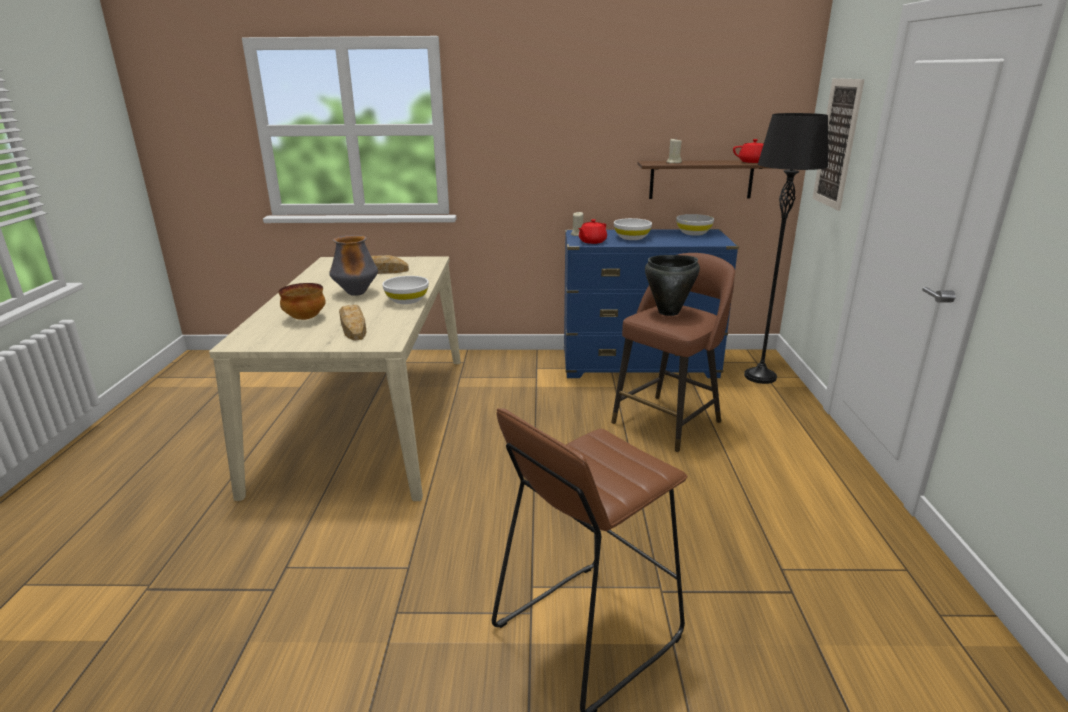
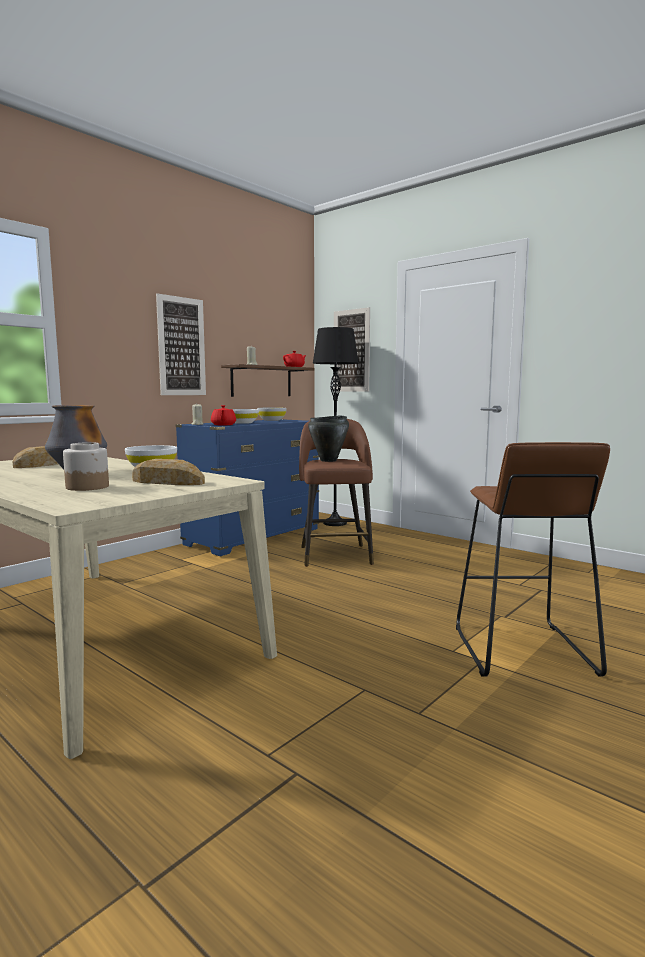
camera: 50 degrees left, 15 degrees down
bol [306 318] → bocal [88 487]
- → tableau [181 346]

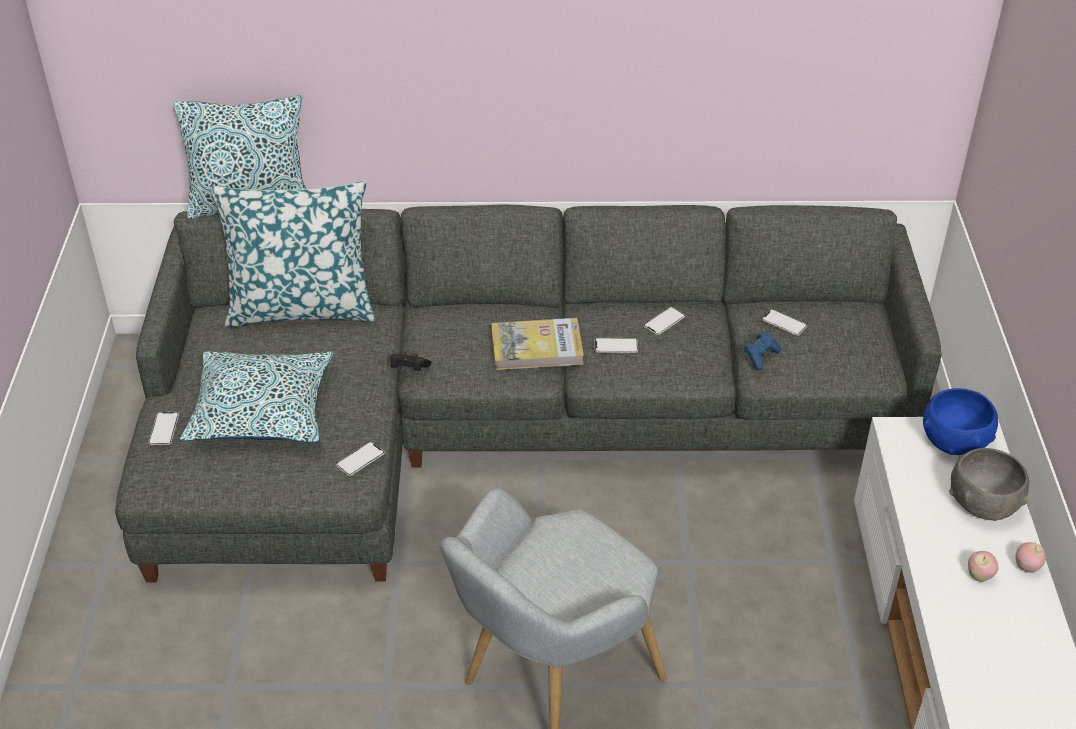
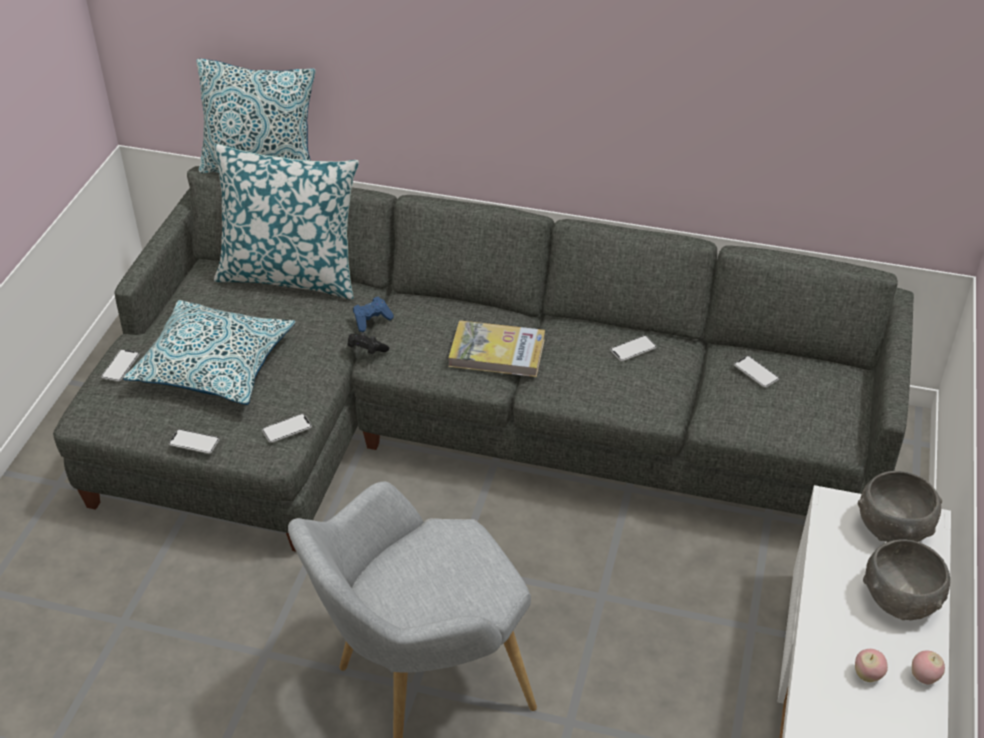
camera: 15 degrees right, 0 degrees up
téléphone [616 346] → téléphone [194 442], moved
manette [bleu] [760 356] → manette [bleu] [372 320], moved
bol [bleu] [954 442] → bol [gris] [893 528]

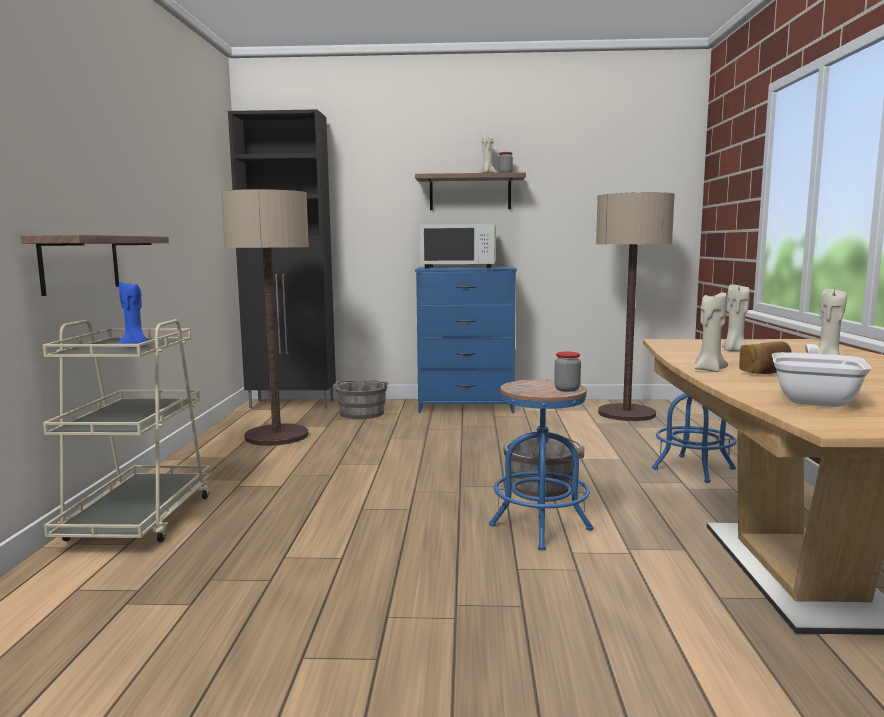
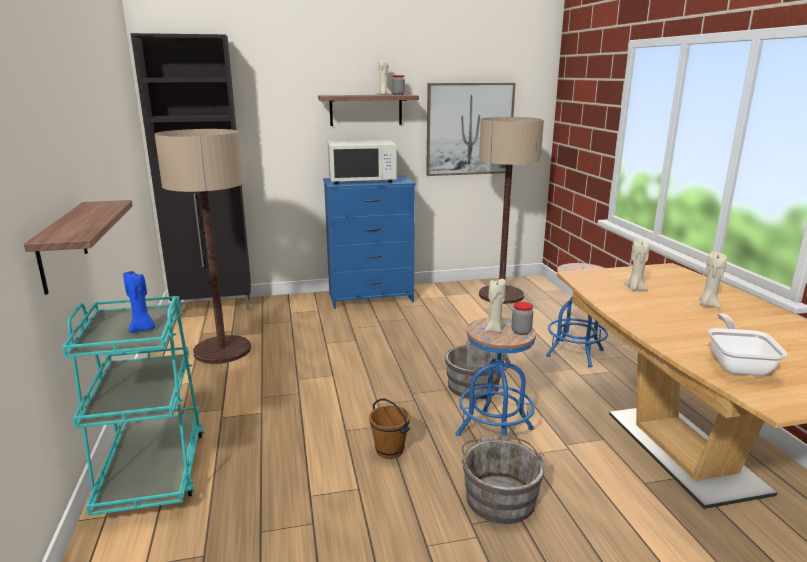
camera: 15 degrees left, 10 degrees up
chariot [beige] [139 519] → chariot [turquoise] [153 472]
seau [gris] [362 413] → seau [gris] [499 496], moved
bougie [beige] [709 370] → bougie [beige] [494 329], moved
pain [766 372] → -
- → seau [marron] [390 450]
- → tableau [469 129]

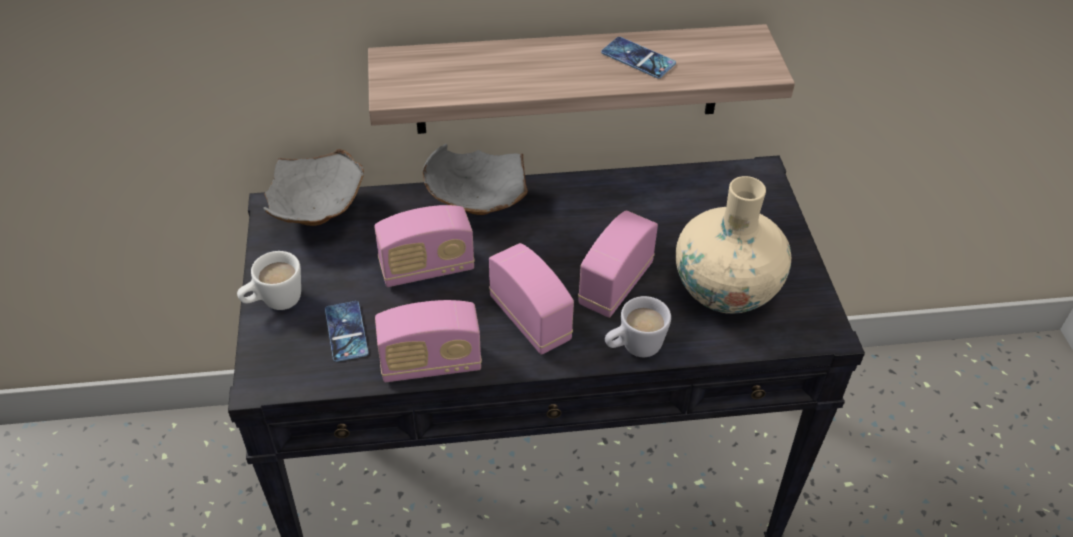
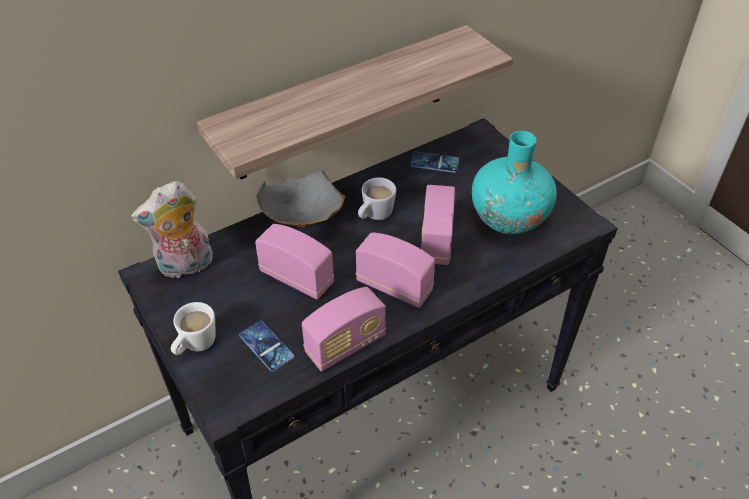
camera: 25 degrees left, 0 degrees up
bol [gris] [318 213] → peluche [185 266]
radio [427 269] → radio [297 278], 105 degrees counterclockwise
téléphone [638 58] → téléphone [434 162], moved
mug [blanc] [633 348] → mug [blanc] [374 216], moved
vase [beige] [725 290] → vase [turquoise] [509 218]

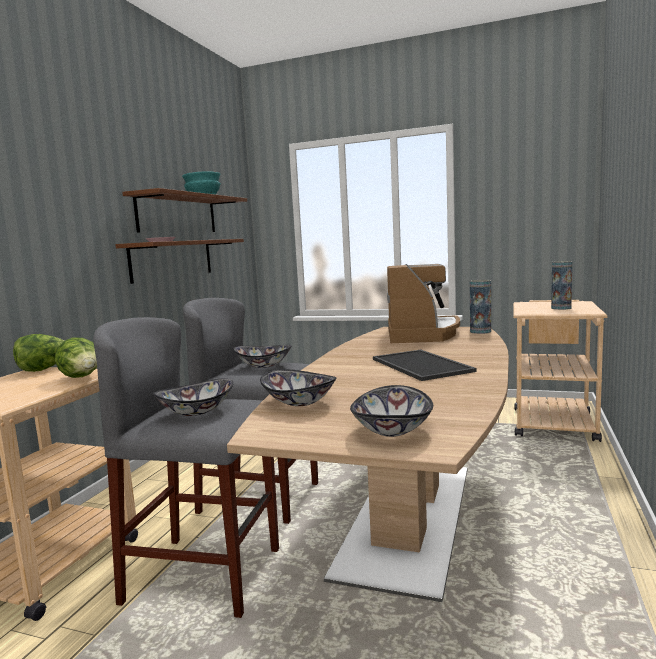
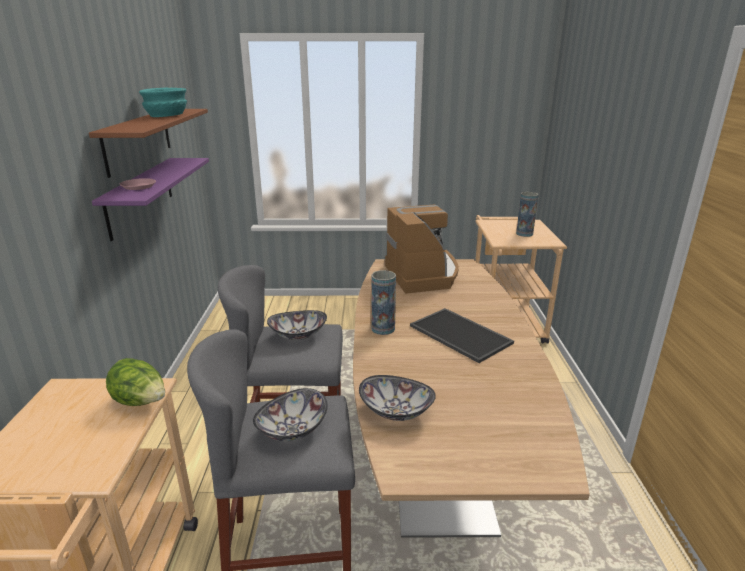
camera: 20 degrees left, 15 degrees up
laitue [45 369] → -
étagère [marron] [173 259] → étagère [violet] [140 196]
bol [391 430] → -
vase [480 331] → vase [383 329], moved

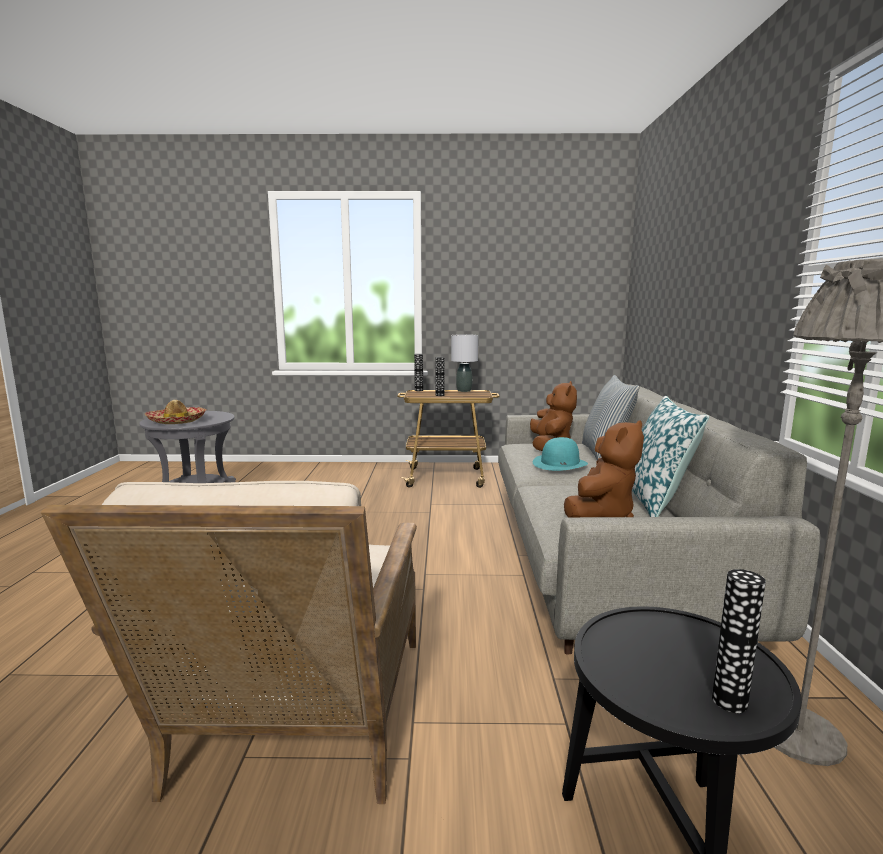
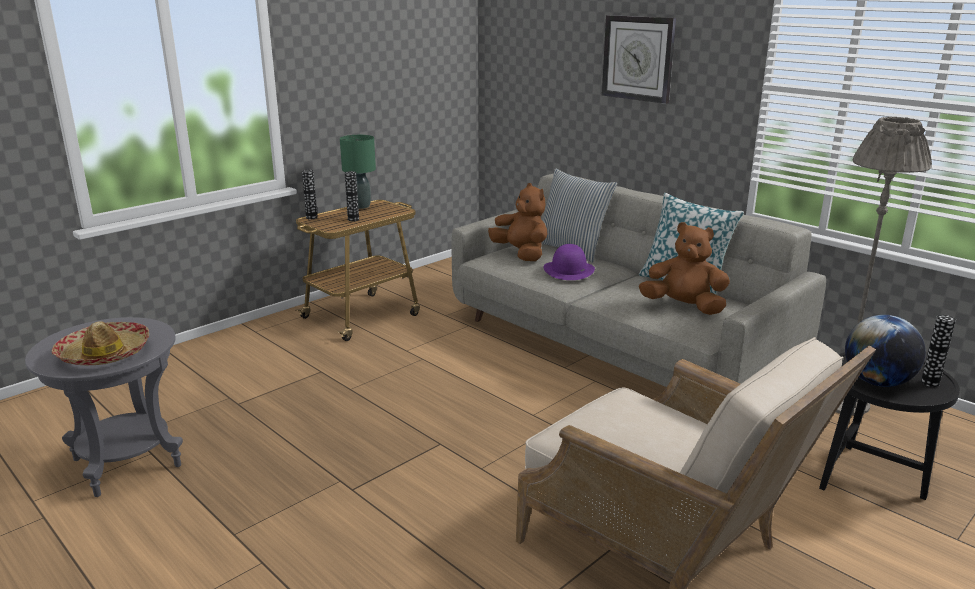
camera: 45 degrees left, 10 degrees up
lampe de table [gris] [464 391] → lampe de table [vert] [361 206]
chapeau [turquoise] [560 463] → chapeau [violet] [569 270]
peluche [marron] [601 514] → peluche [marron] [684 307], 60 degrees counterclockwise
- → horloge murale [638 58]
- → globe [877 382]

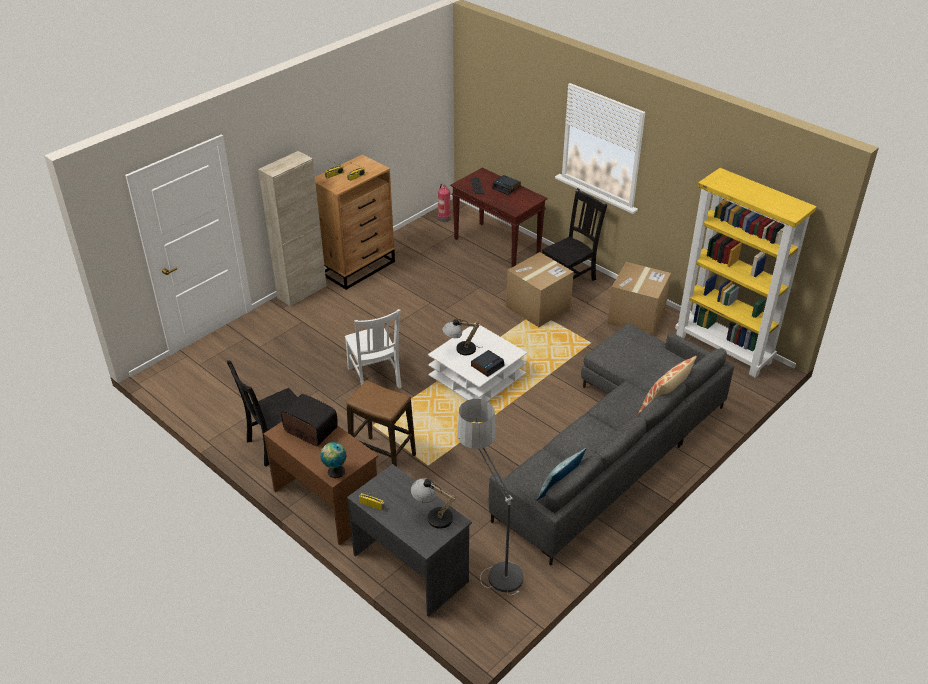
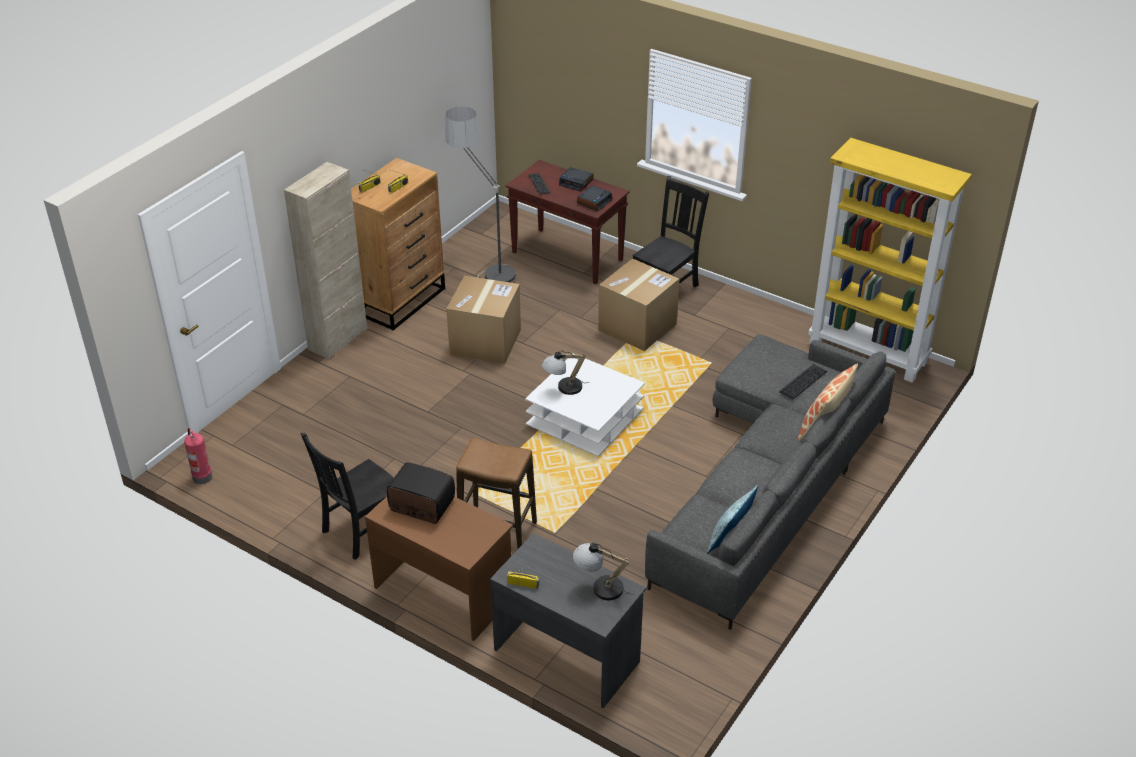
camera: 10 degrees left, 0 degrees up
globe [335 471] → -
chaise [blanc] [374 379] → -
extincteur [443 218] → extincteur [201 476], moved
lampadaire [489 559] → lampadaire [483 266], moved
réveil [487 366] → réveil [594 201], moved
carton [636 317] → carton [485 342], moved
- → clavier [803 381]

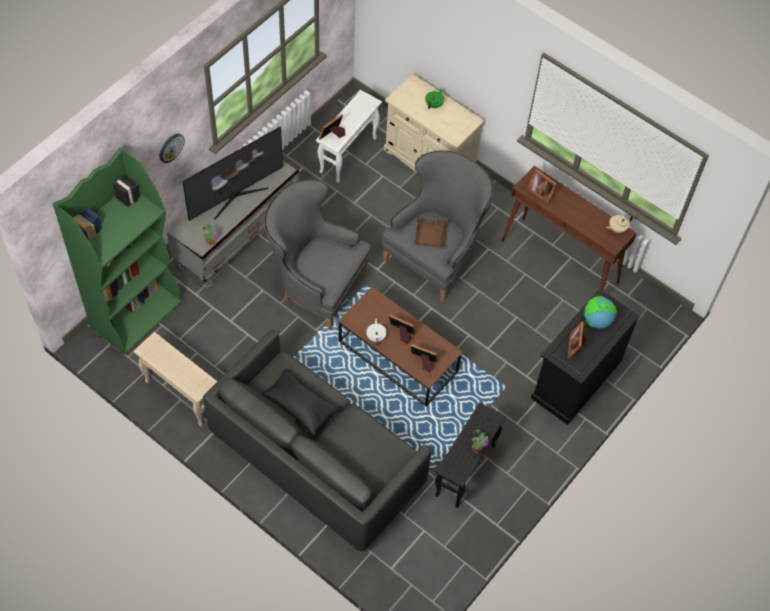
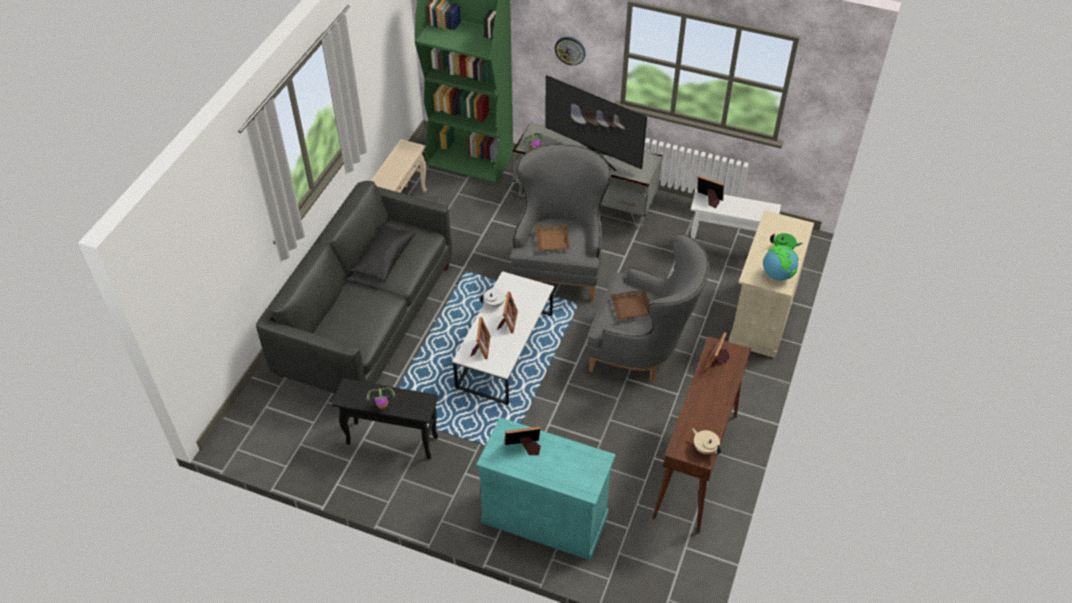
camera: 75 degrees right, 10 degrees down
table basse [marron] [398 356] → table basse [blanc] [505 351]
meuble de rangement [noir] [576 378] → meuble de rangement [turquoise] [545 518]
globe [597 320] → globe [777 275], moved
- → plateau [marron] [552 240]

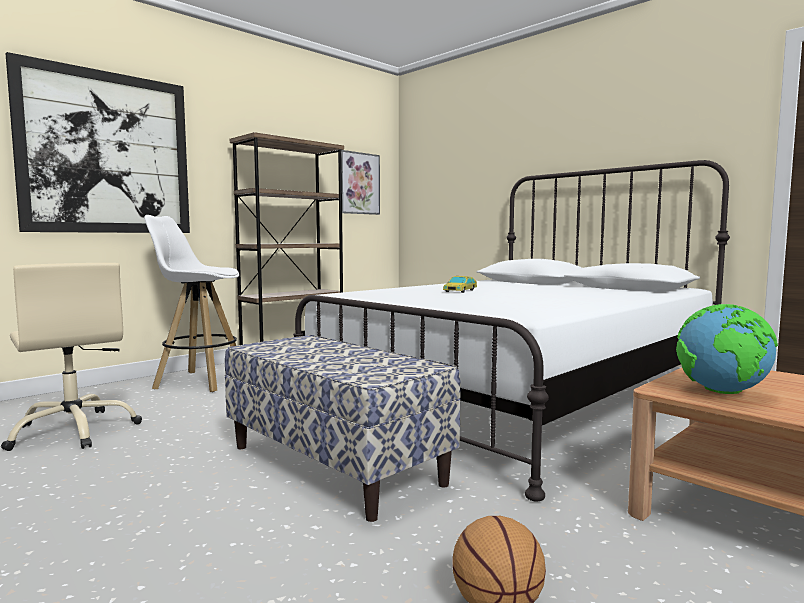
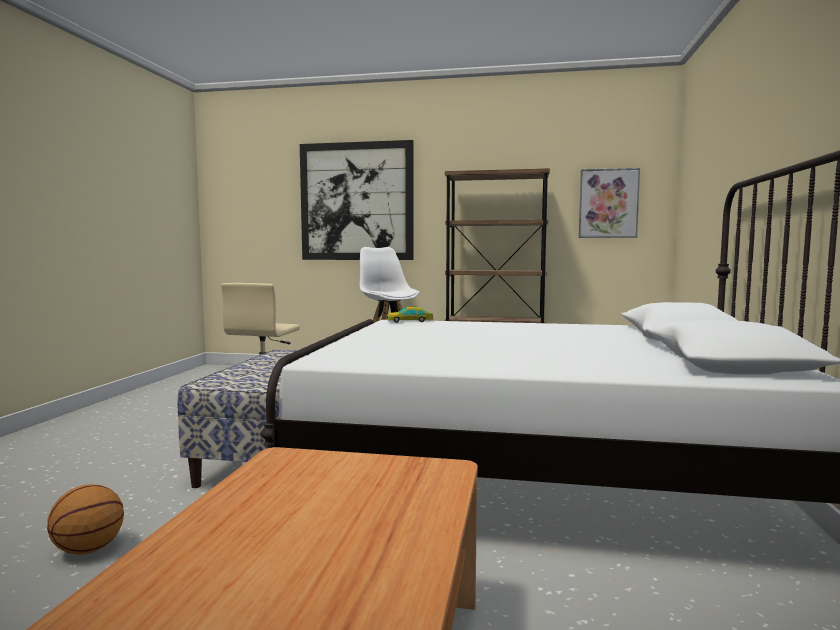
camera: 55 degrees right, 0 degrees up
petite voiture [460 291] → petite voiture [409 321], moved
globe [723 392] → -

